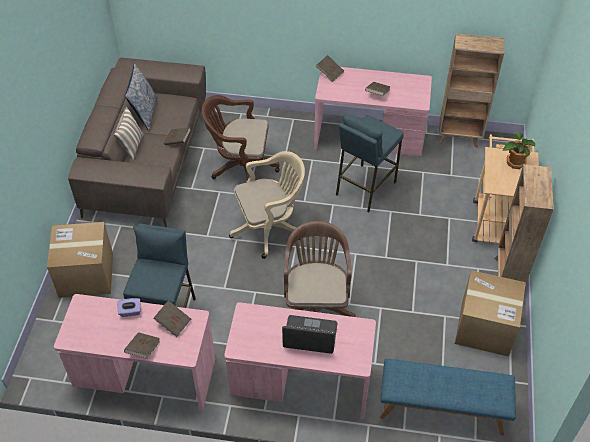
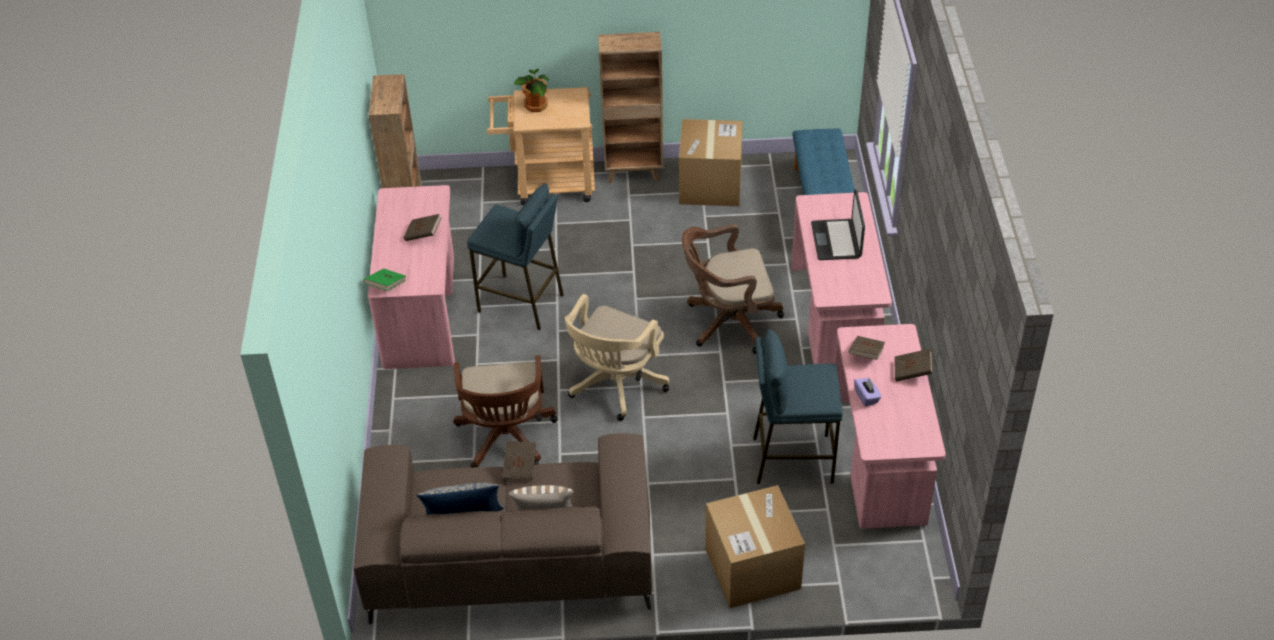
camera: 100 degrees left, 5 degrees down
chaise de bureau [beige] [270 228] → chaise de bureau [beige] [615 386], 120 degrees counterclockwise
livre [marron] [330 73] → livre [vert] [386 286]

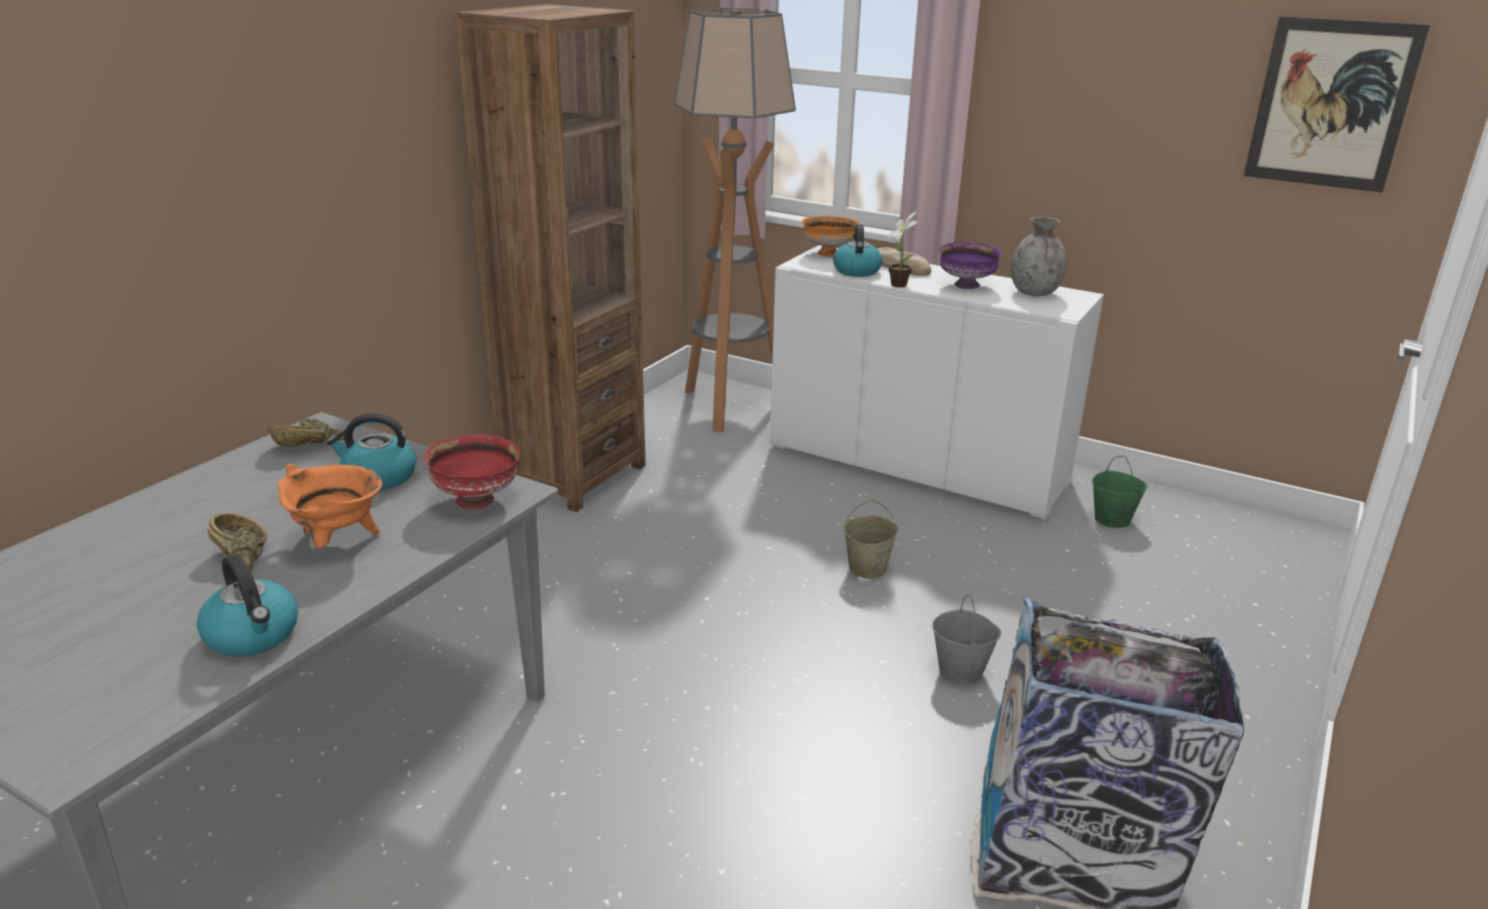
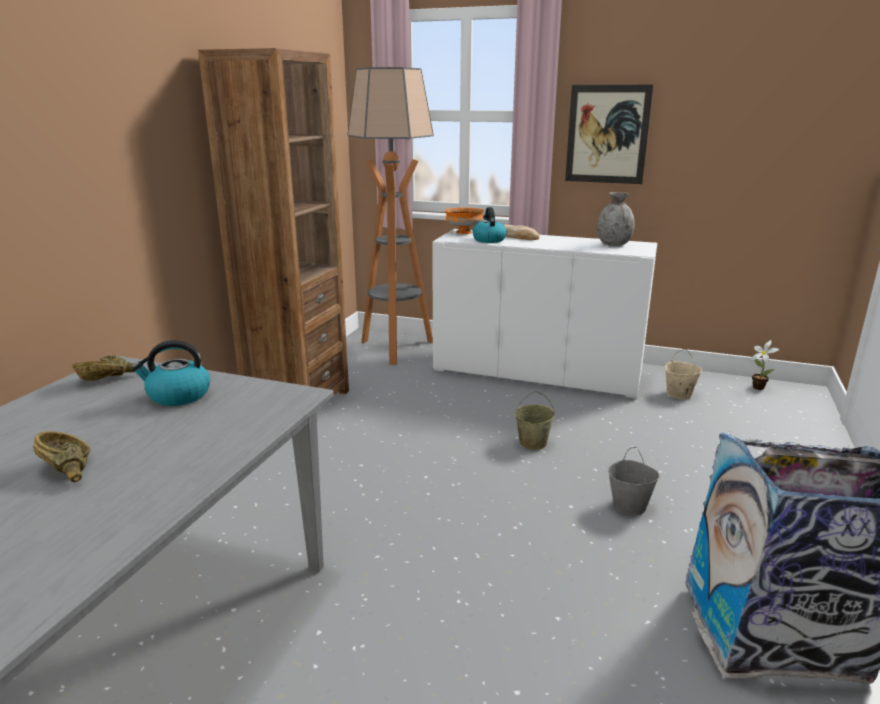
camera: 10 degrees left, 5 degrees down
bouilloire [253 635] → -
marmite [orange] [338 542] → -
bol [rouge] [477 500] → -
plante en pot [898 284] → plante en pot [757 387], moved
bol [violet] [967 285] → -
seau [vert] [1111 520] → seau [beige] [679 394]
tableau [1331 104] → tableau [607 134], moved

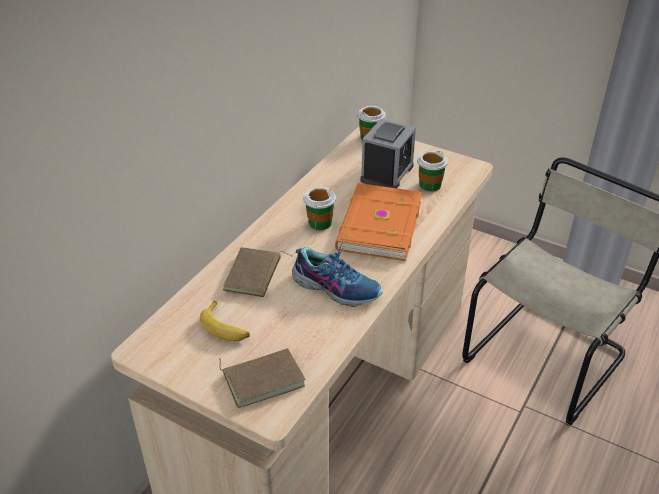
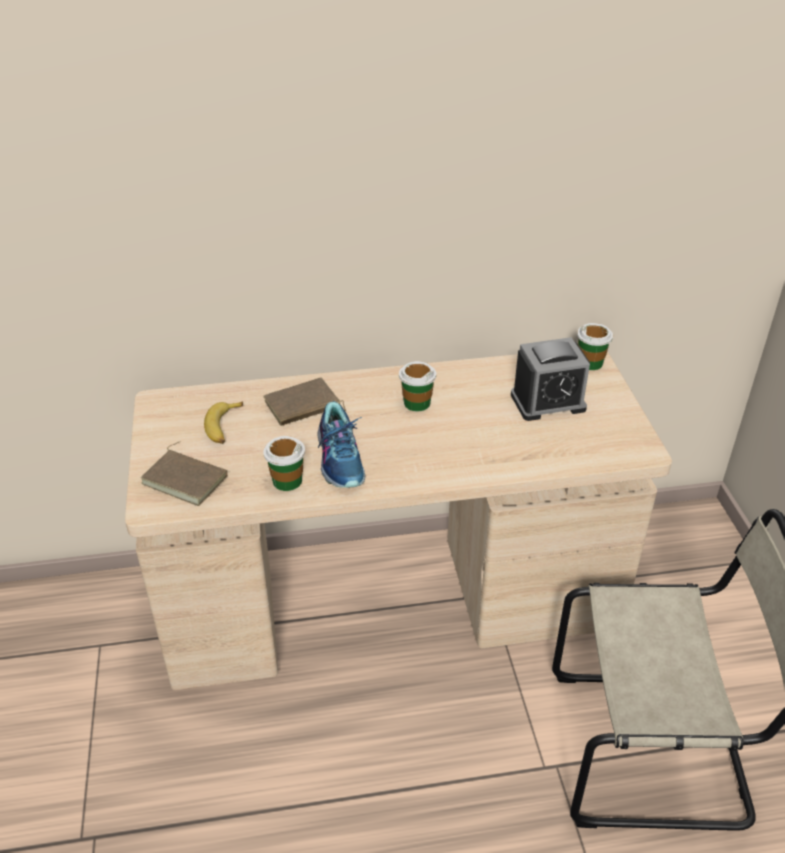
camera: 50 degrees right, 0 degrees up
livre [orange] [377 225] → -
tasse [429 185] → tasse [287 480], moved

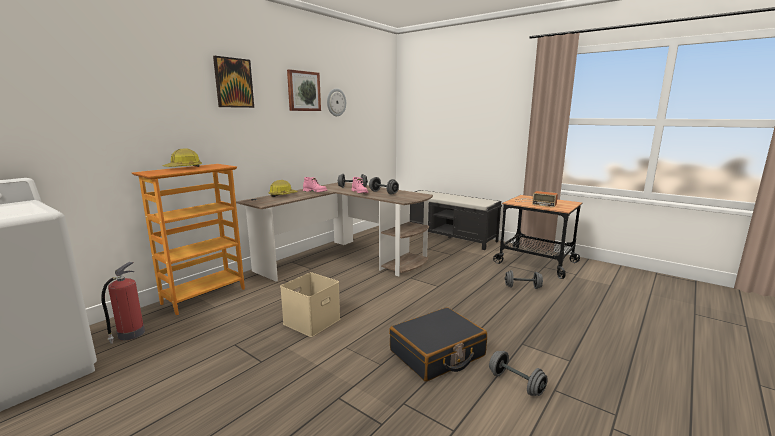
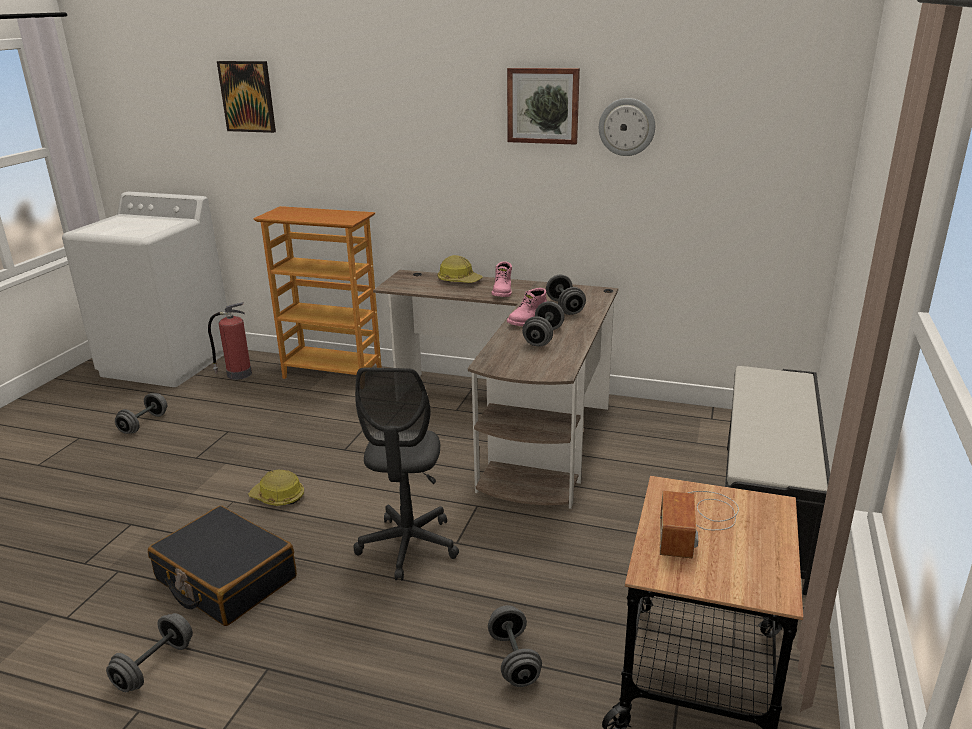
camera: 70 degrees right, 10 degrees up
casque de chantier [184 168] → casque de chantier [278 497], moved
tableau [233 83] → tableau [247 96], moved
boîte de rangement [beige] [312 322] → -
- → haltère [gris] [144 424]
- → chaise de bureau [gris] [408 546]

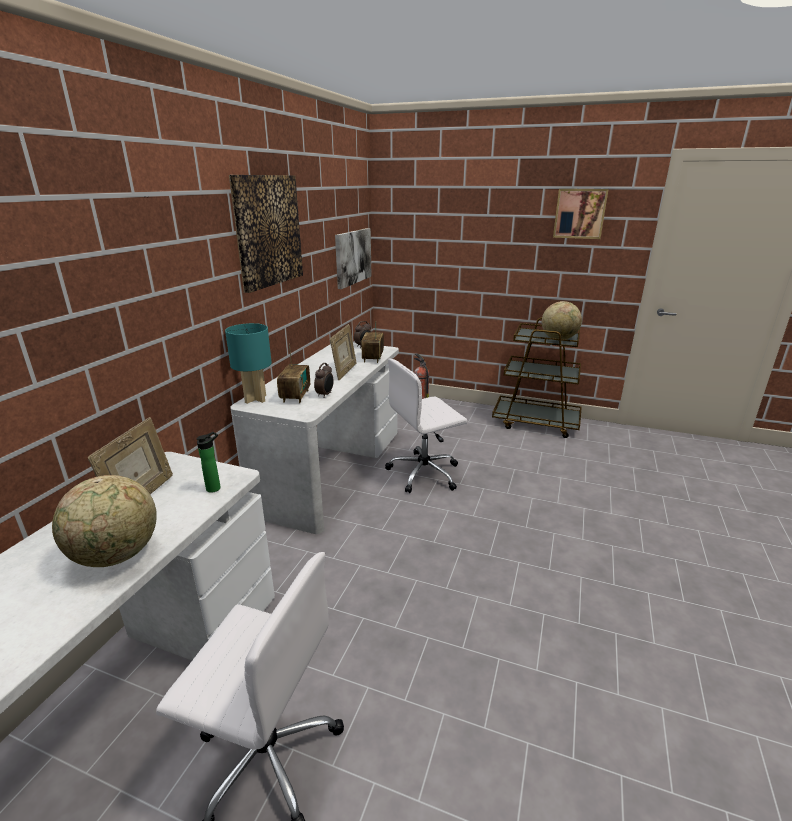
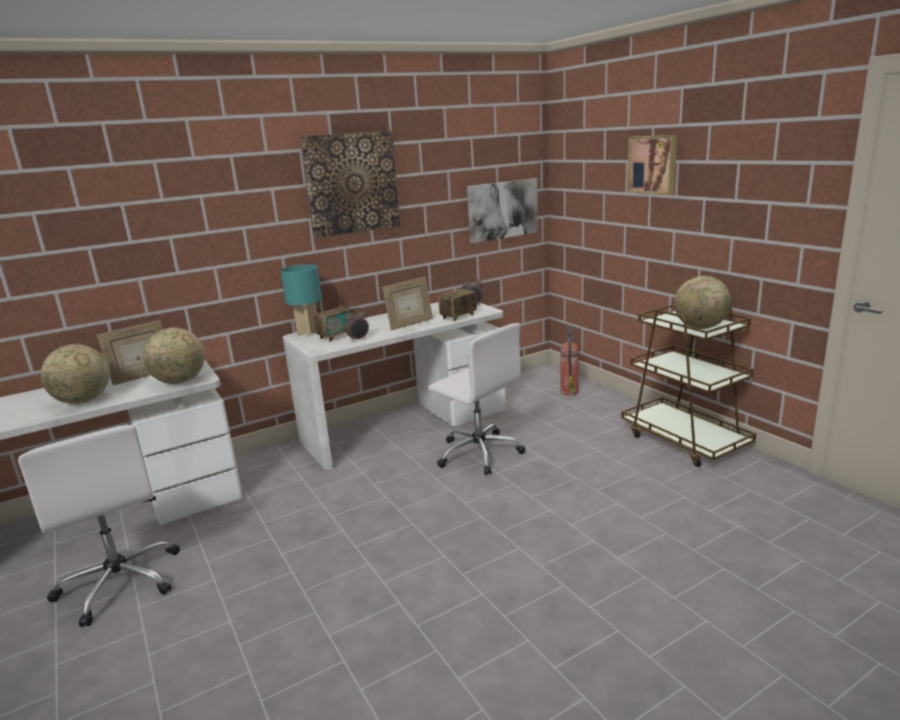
camera: 40 degrees right, 5 degrees down
bouteille [215 487] → globe [180 382]
chaise de bureau [blanc] [425 473] → chaise de bureau [blanc] [478 452], 150 degrees counterclockwise
tableau [579 213] → tableau [653 164], moved

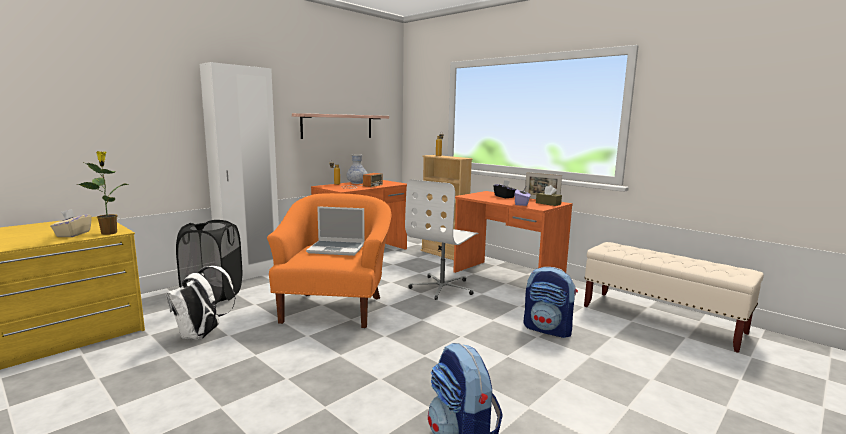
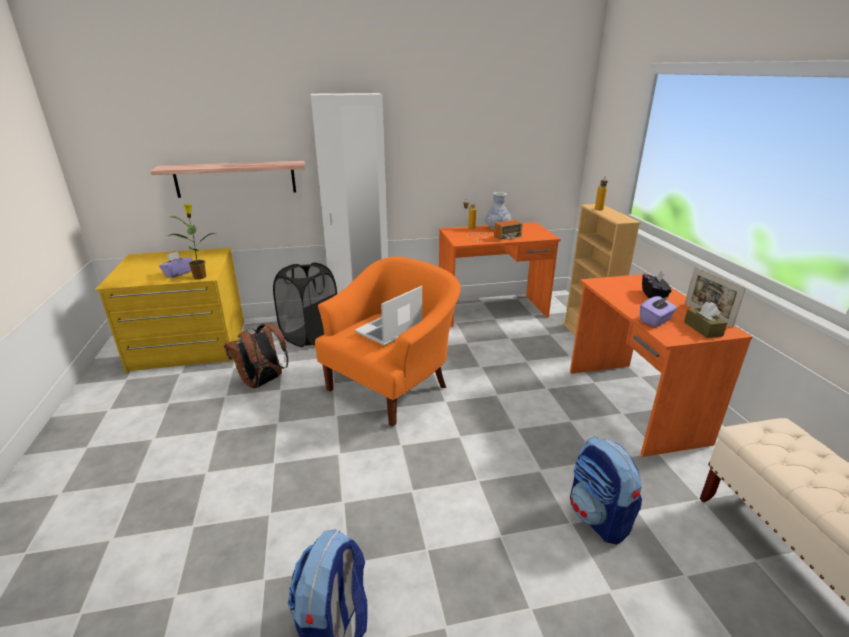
camera: 35 degrees right, 15 degrees up
boîte à mouchoirs [beige] [73 234] → boîte à mouchoirs [violet] [178 273]
sac à dos [blanc] [202 335] → sac à dos [marron] [262 382]
étagère [337 126] → étagère [235 179], moved
ordinateur portable [337 249] → ordinateur portable [389 330], 90 degrees clockwise
chaise de bureau [blanc] [442 288] → -

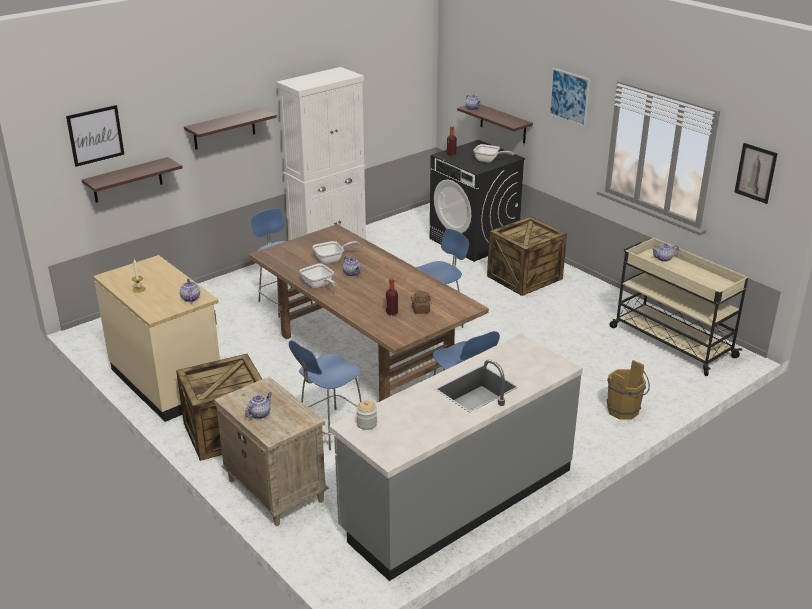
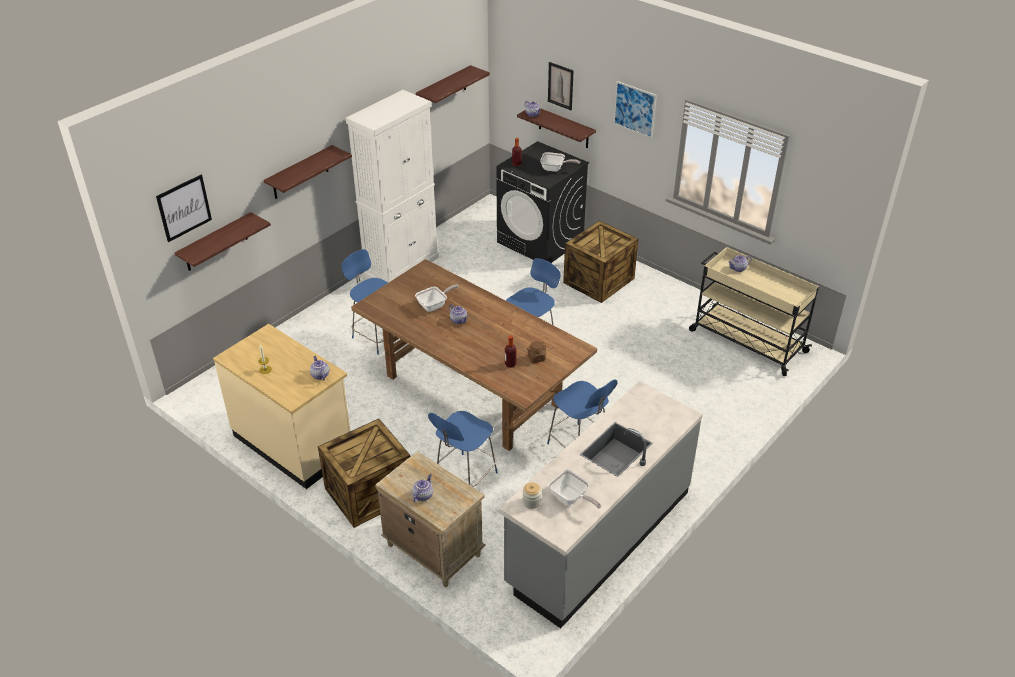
camera: 10 degrees left, 10 degrees up
poêle [319 285] → poêle [571 498], moved
seau [marron] [625 412] → -
tableau [755 173] → tableau [560 86], moved
- → étagère [444 89]

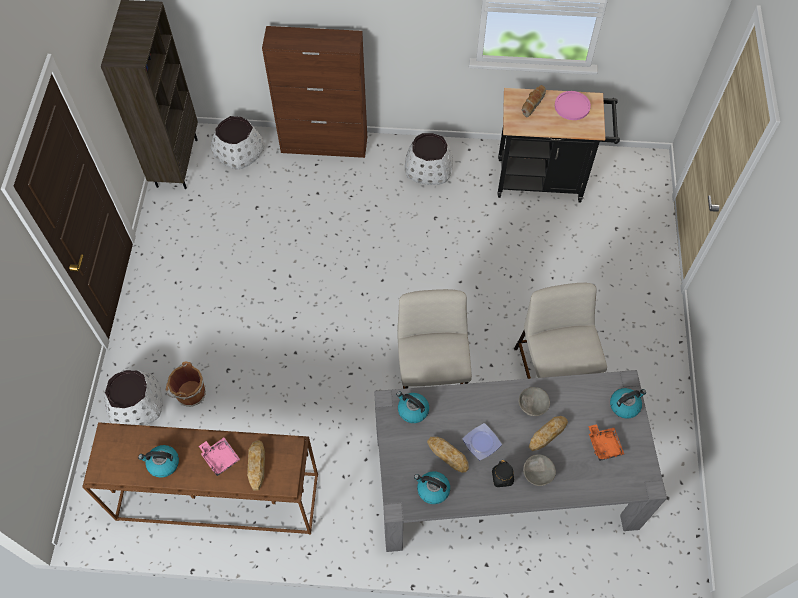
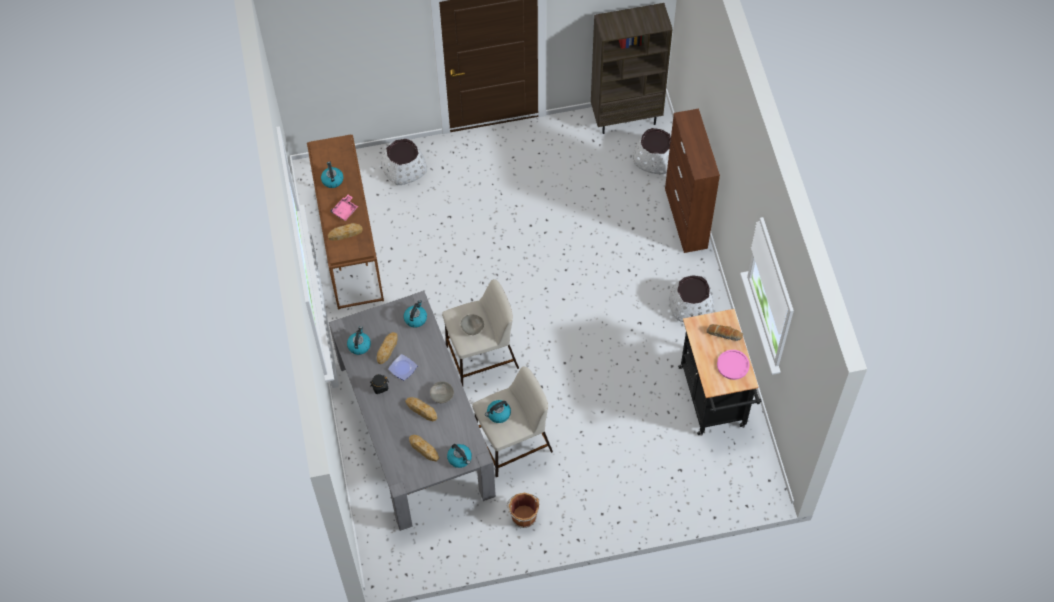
camera: 75 degrees right, 0 degrees up
seau [marron] [189 393] → seau [marron] [523 515], moved
bol [gris] [537 474] → bol [gris] [472 328], moved
plateau [orange] [604 444] → pain [423 449]
- → bouilloire [498 414]

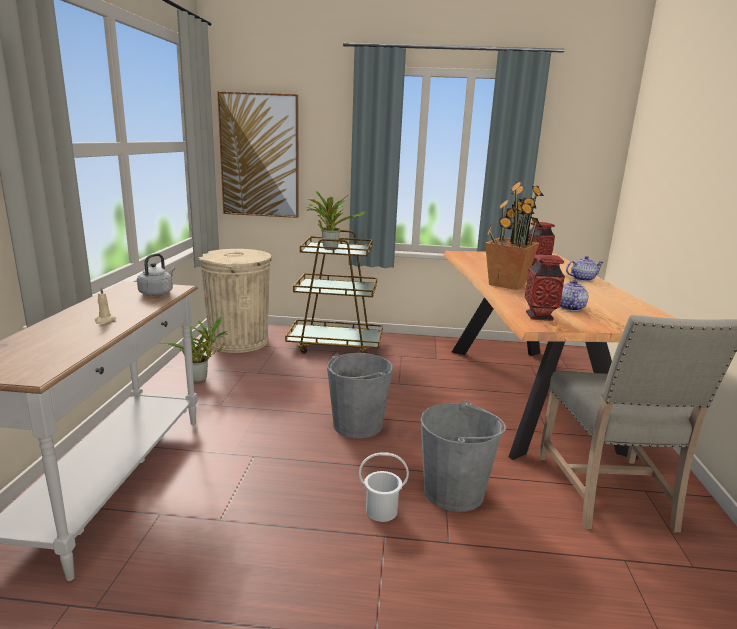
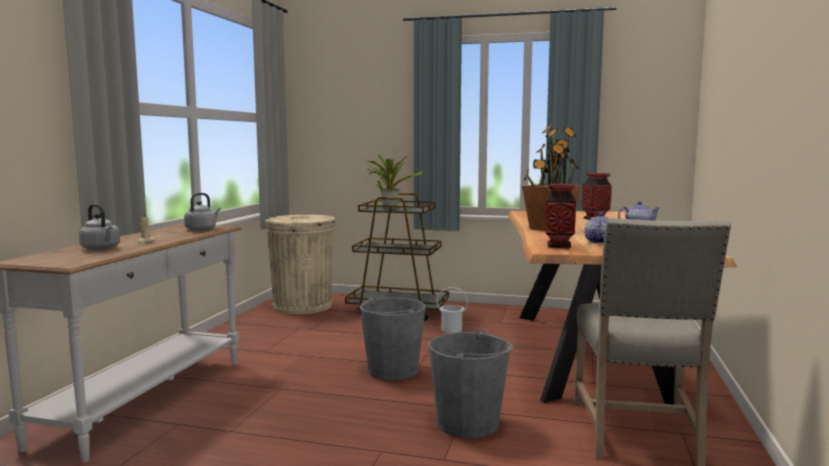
camera: 10 degrees right, 10 degrees down
plante en pot [201 378] → -
tableau [260 156] → -
seau [blanc] [381 510] → seau [blanc] [451 329], moved
- → bouilloire [gris] [101 249]

